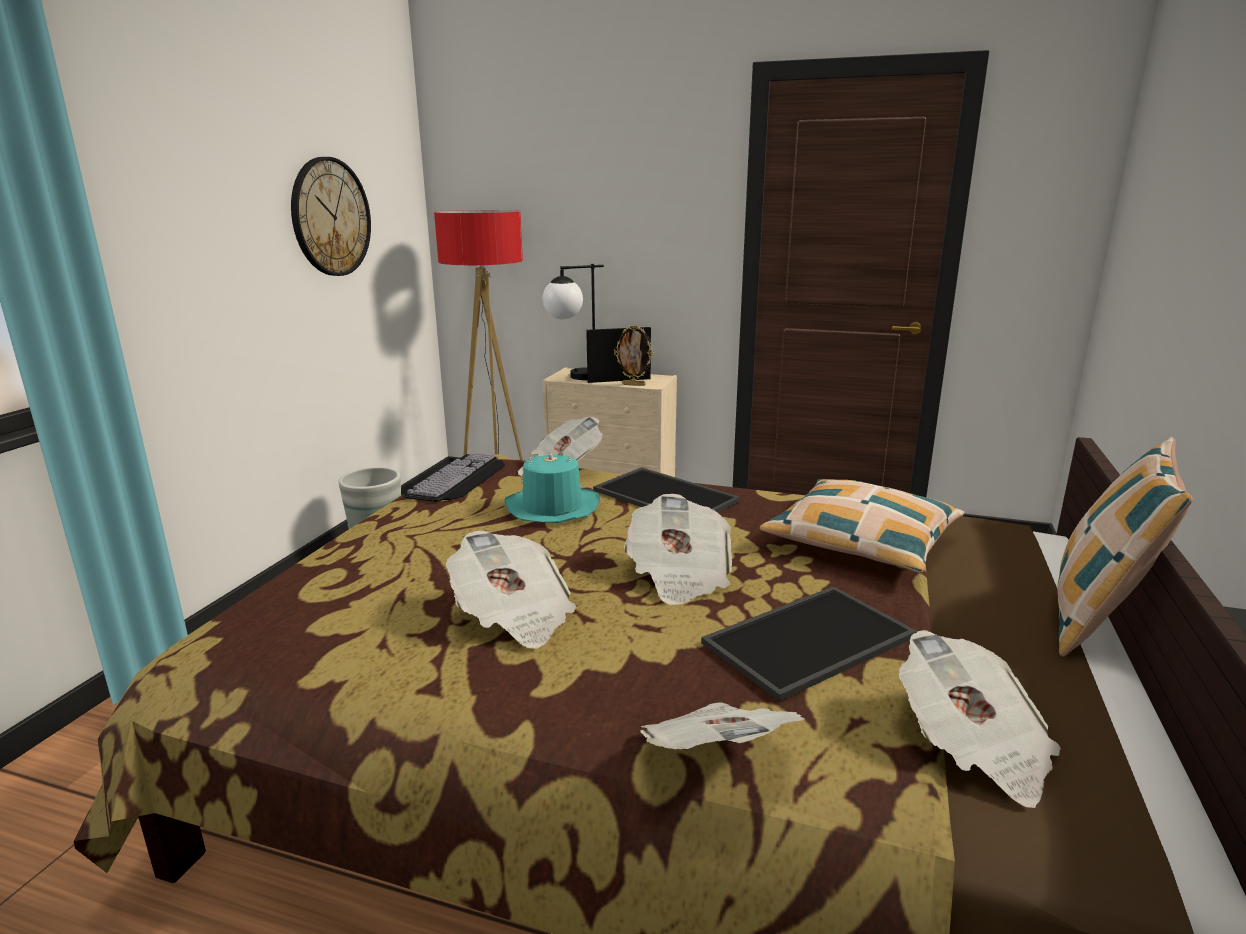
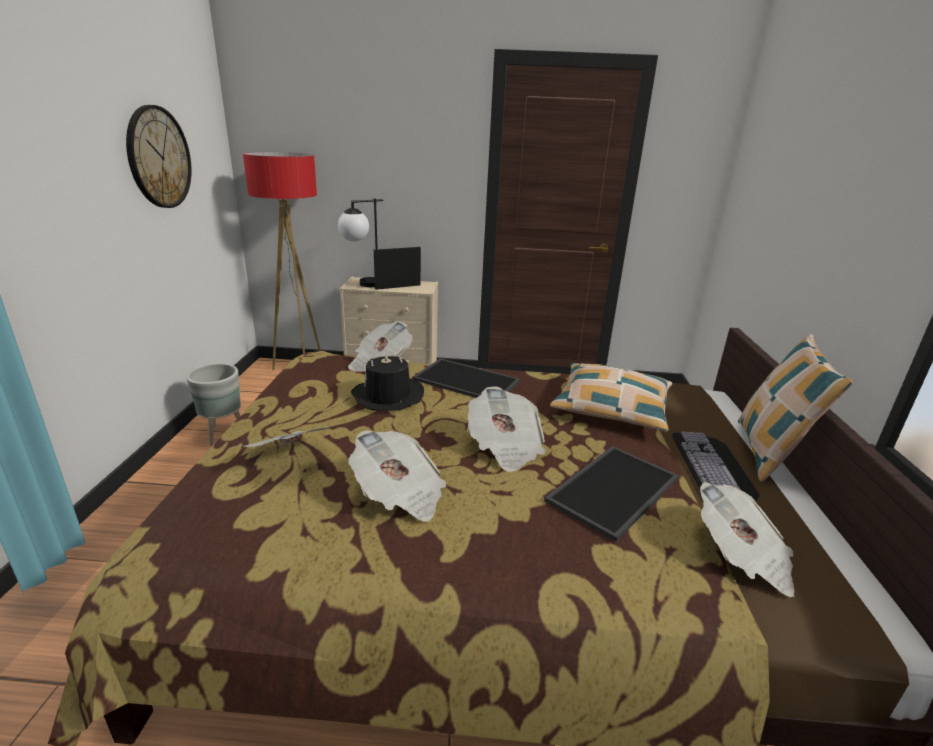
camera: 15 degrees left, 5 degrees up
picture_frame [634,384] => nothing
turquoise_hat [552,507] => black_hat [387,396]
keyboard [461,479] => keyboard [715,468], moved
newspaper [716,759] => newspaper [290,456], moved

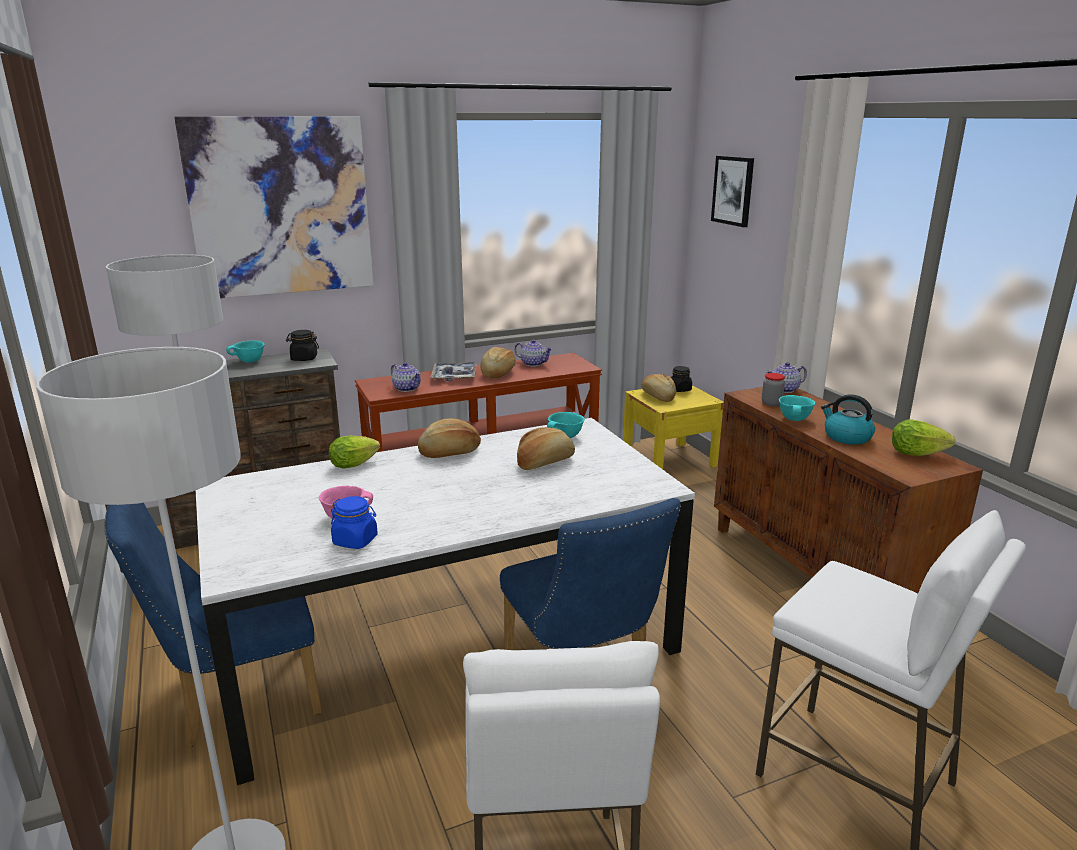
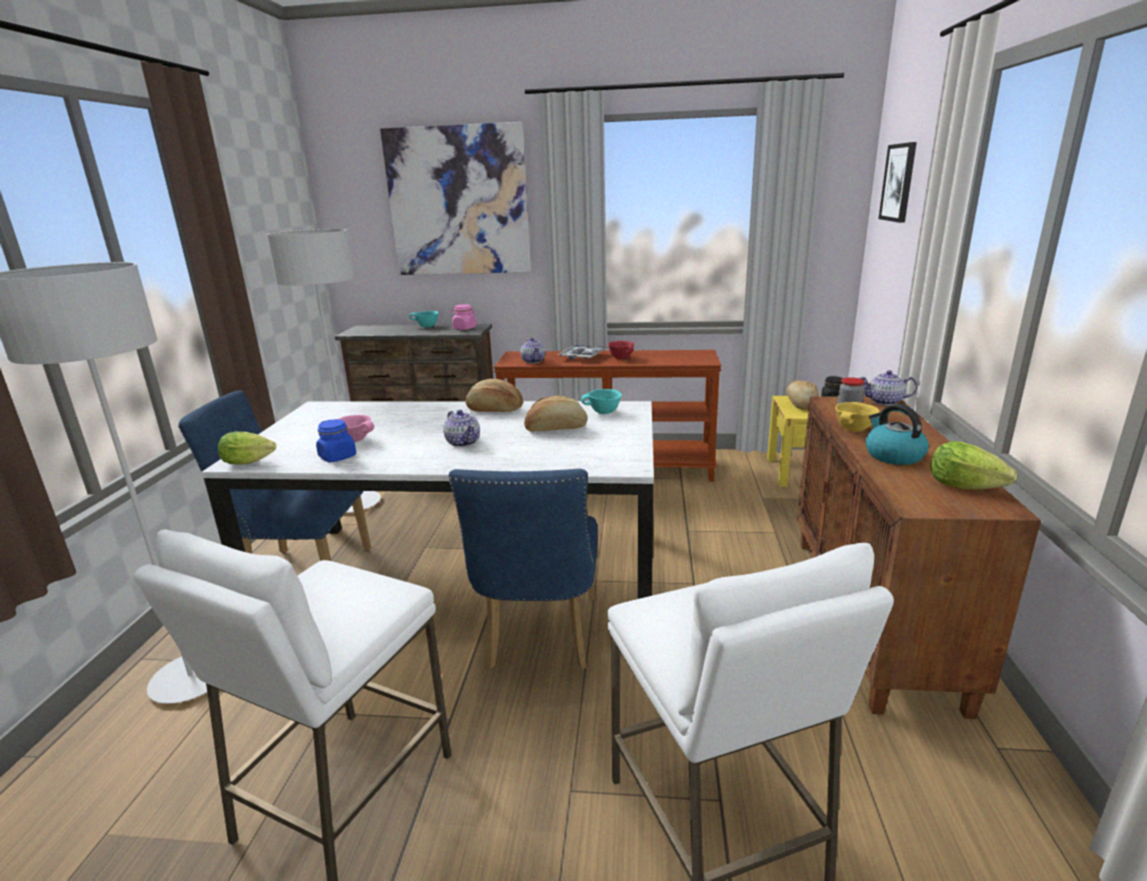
camera: 30 degrees right, 0 degrees up
black_jar [304,358] => pink_jar [464,328]
teapot [533,363] => teapot [463,442], moved
bread [497,373] => red_bowl [622,358]
turquoise_bowl [795,419] => yellow_bowl [854,430]
lettuce [356,464] => lettuce [251,462], moved

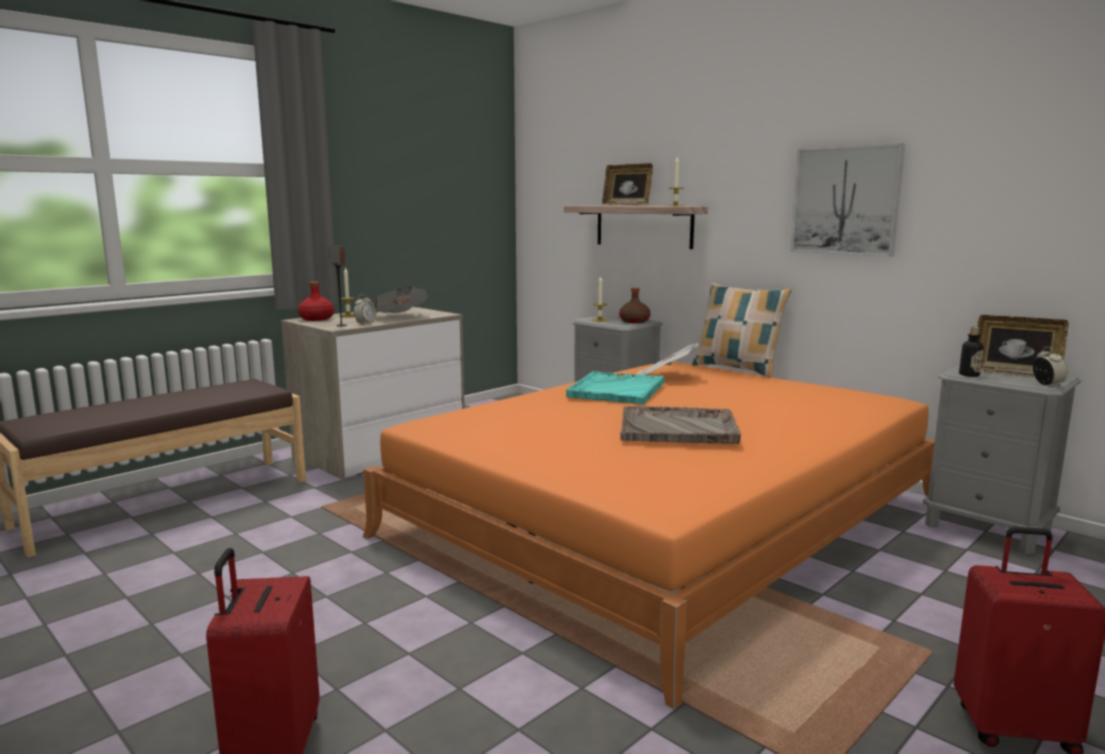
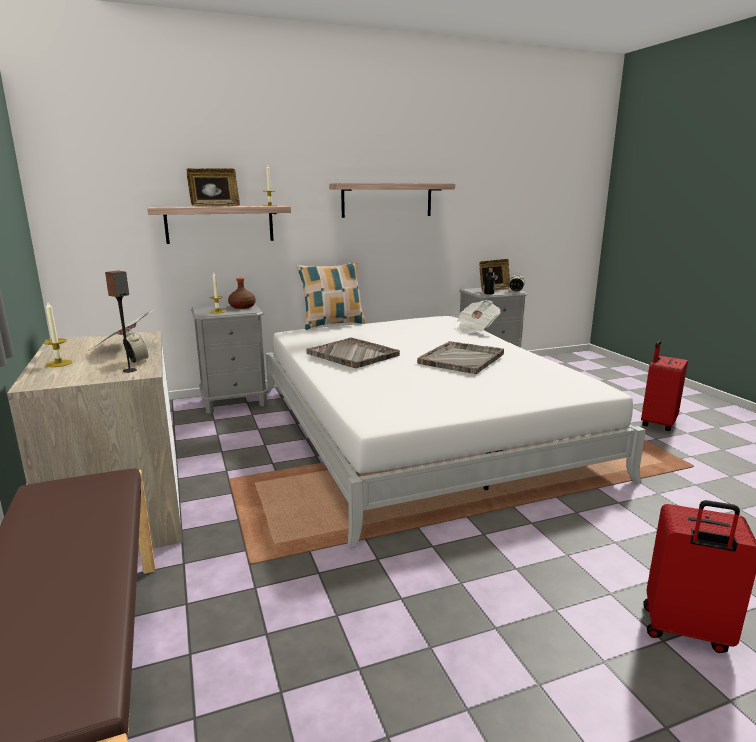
camera: 65 degrees left, 5 degrees up
picture [846,200] => shelf [387,200]
red_bottle [316,319] => nothing
newspaper [665,376] => newspaper [475,328], moved
orange_bed [665,519] => white_bed [418,428]
turquoise_tray [616,390] => grey_tray [353,355]

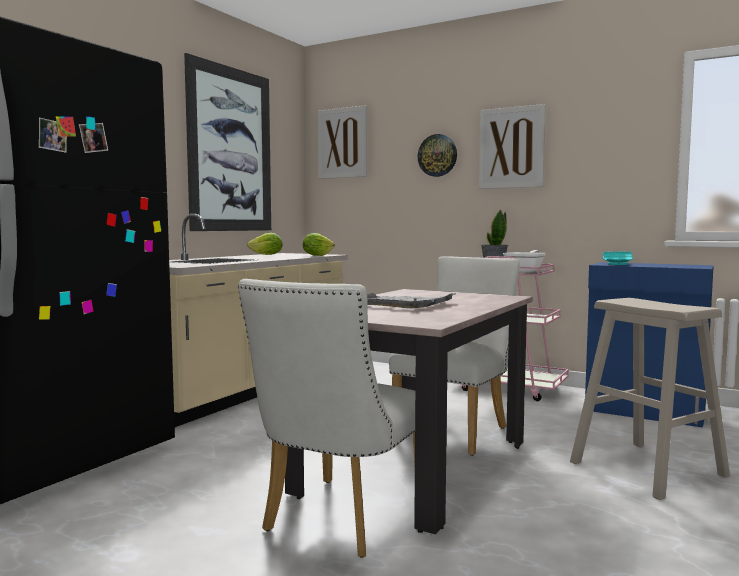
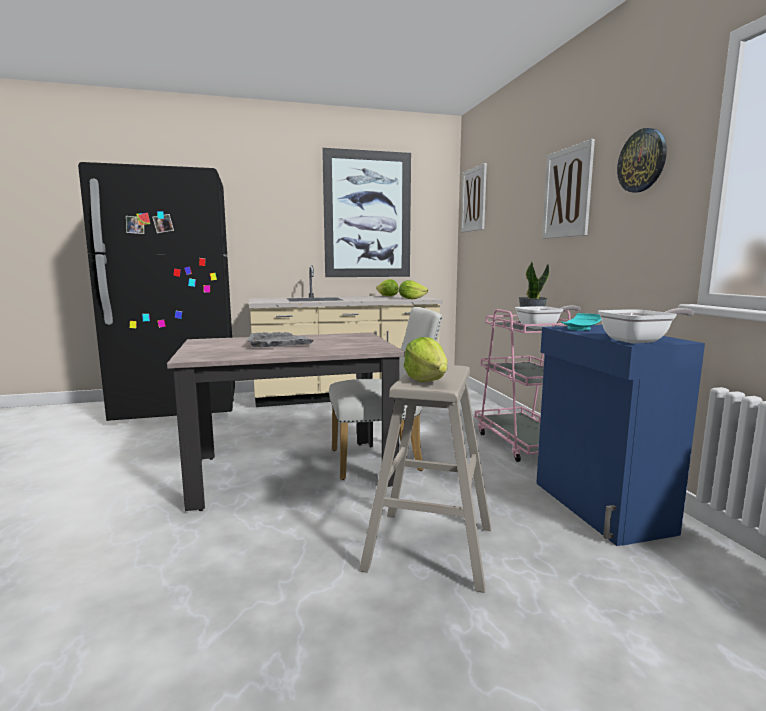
camera: 45 degrees right, 5 degrees up
wall_clock [437,155] => wall_clock [642,161], moved
white_chair [338,521] => nothing
nothing => frying_pan [640,341]
nothing => lettuce [426,380]

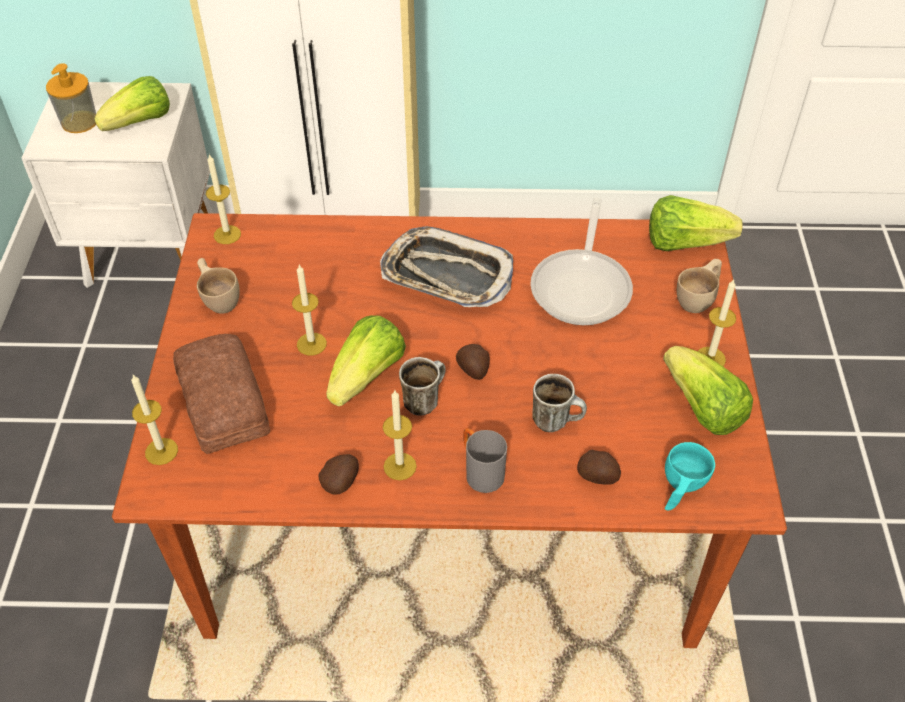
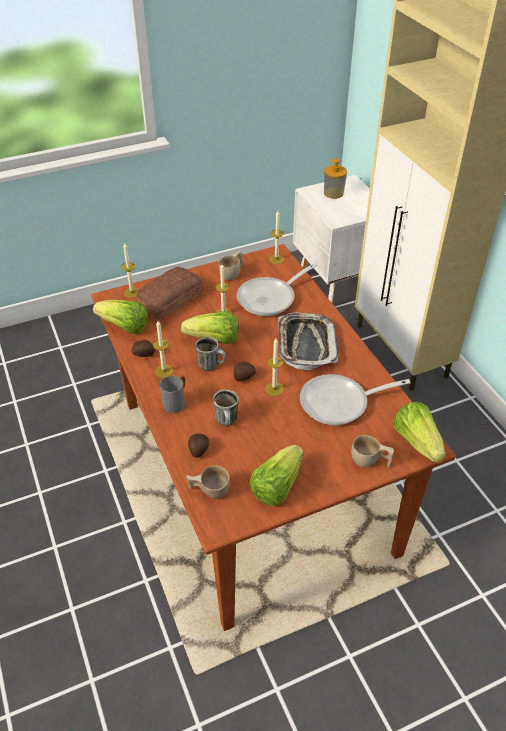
camera: 65 degrees right, 5 degrees down
lettuce [140,123] => lettuce [124,327], moved
candle [710,358] => candle [274,389], moved
turquoise_cup [680,488] => beige_cup [209,490]
nothing => frying_pan [270,298]

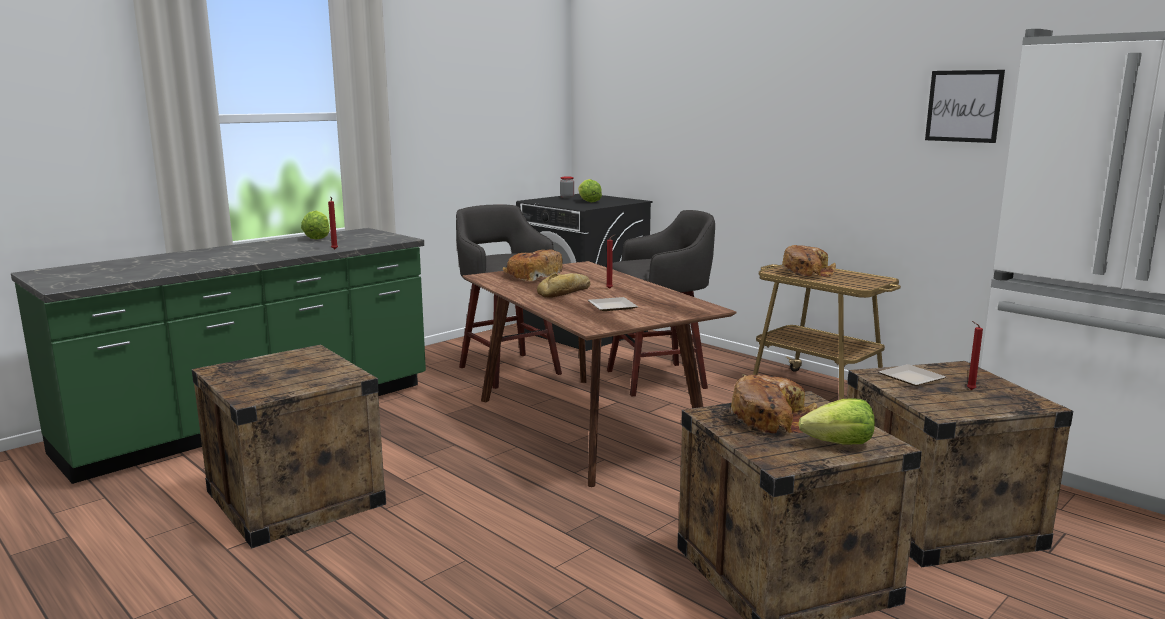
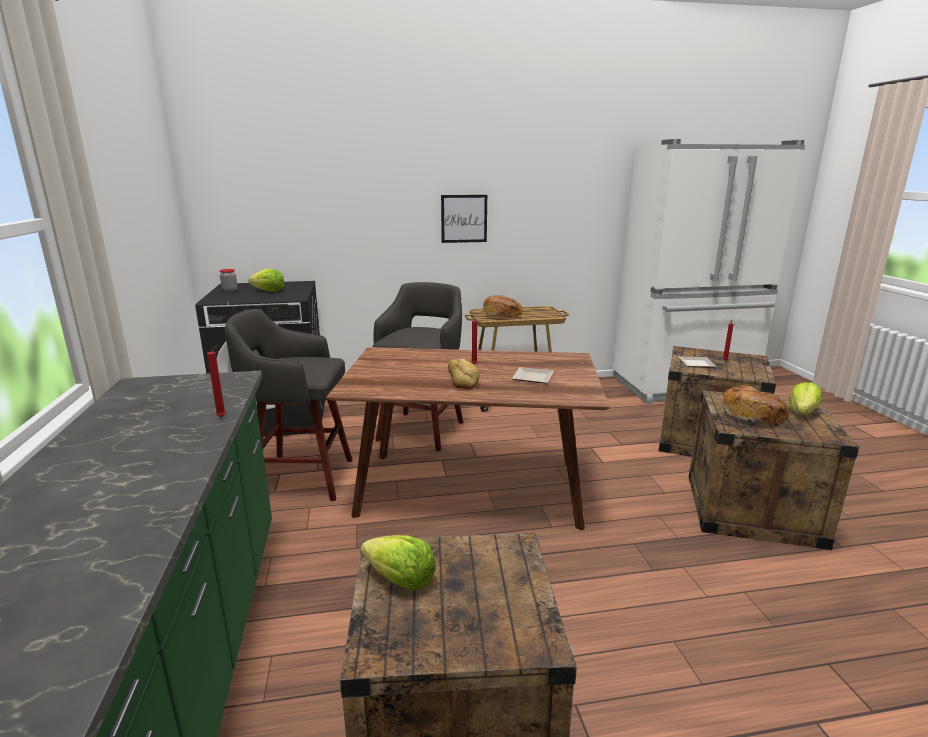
camera: 55 degrees left, 5 degrees up
picture [963,106] => picture [464,218], moved
lettuce [317,238] => lettuce [400,580], moved
bread [534,276] => nothing

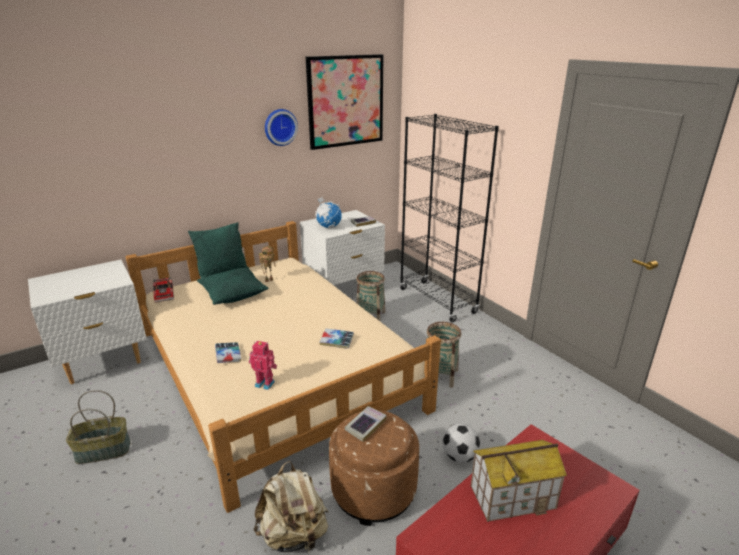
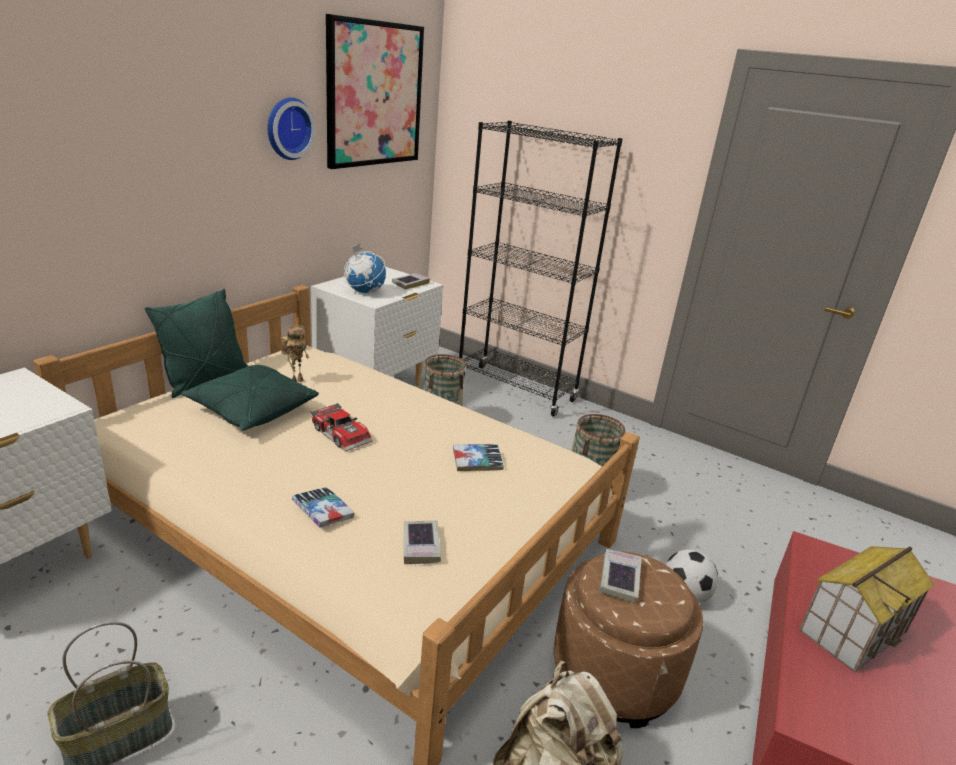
camera: 25 degrees left, 0 degrees up
toy_car [165,293] => toy_car [342,433], moved
toy_robot [265,383] => book [421,545]

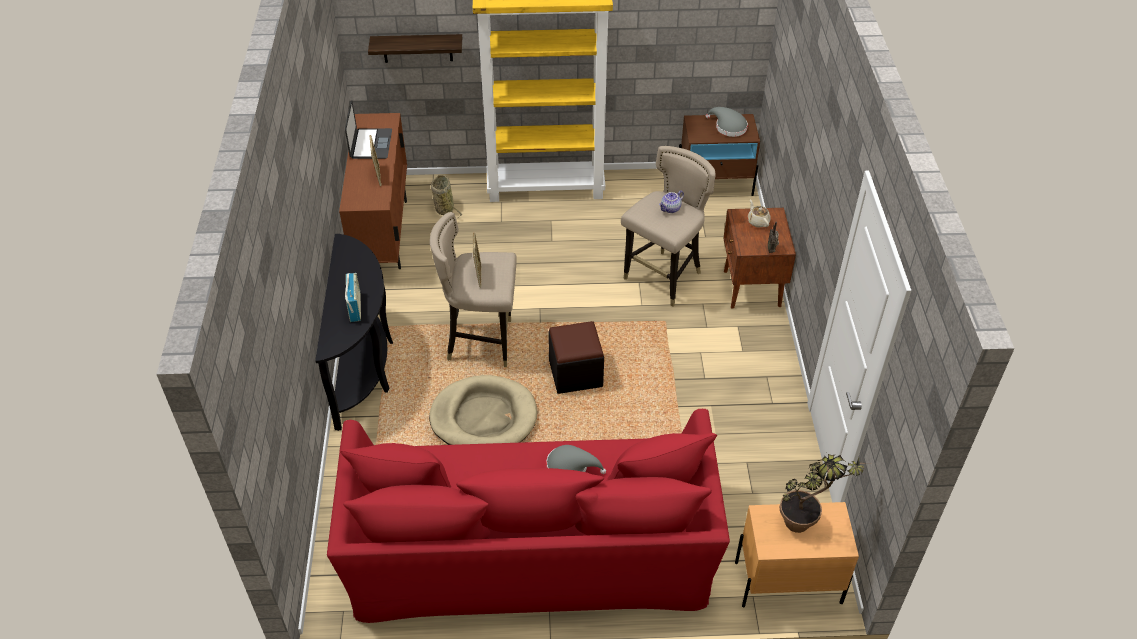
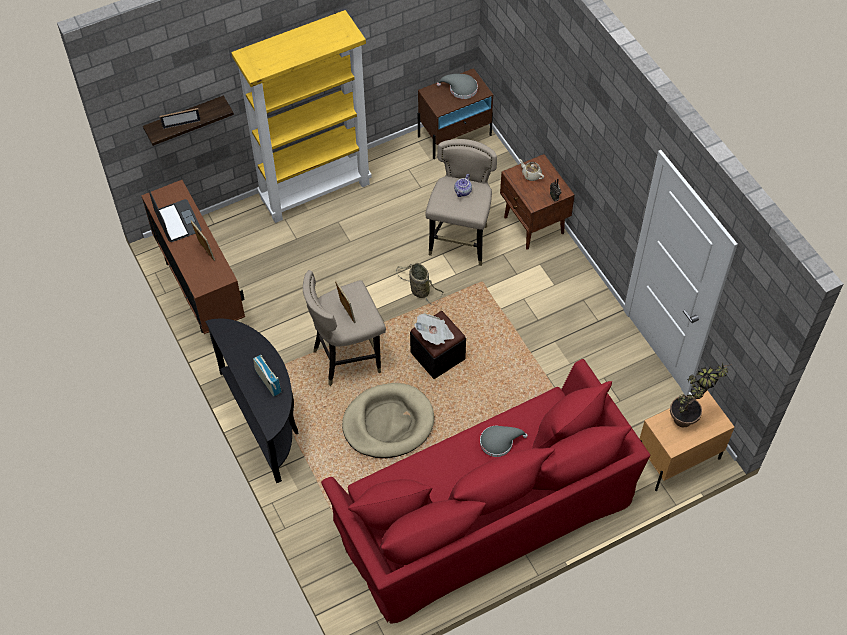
camera: 25 degrees left, 10 degrees up
basket [444,208] => basket [418,290], moved
nothing => picture_frame [181,124]
nothing => newspaper [434,335]

